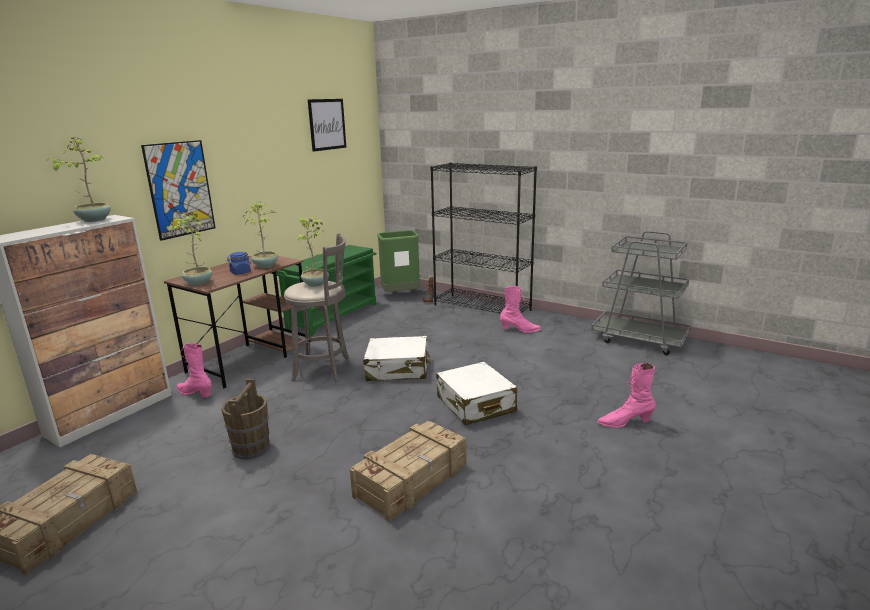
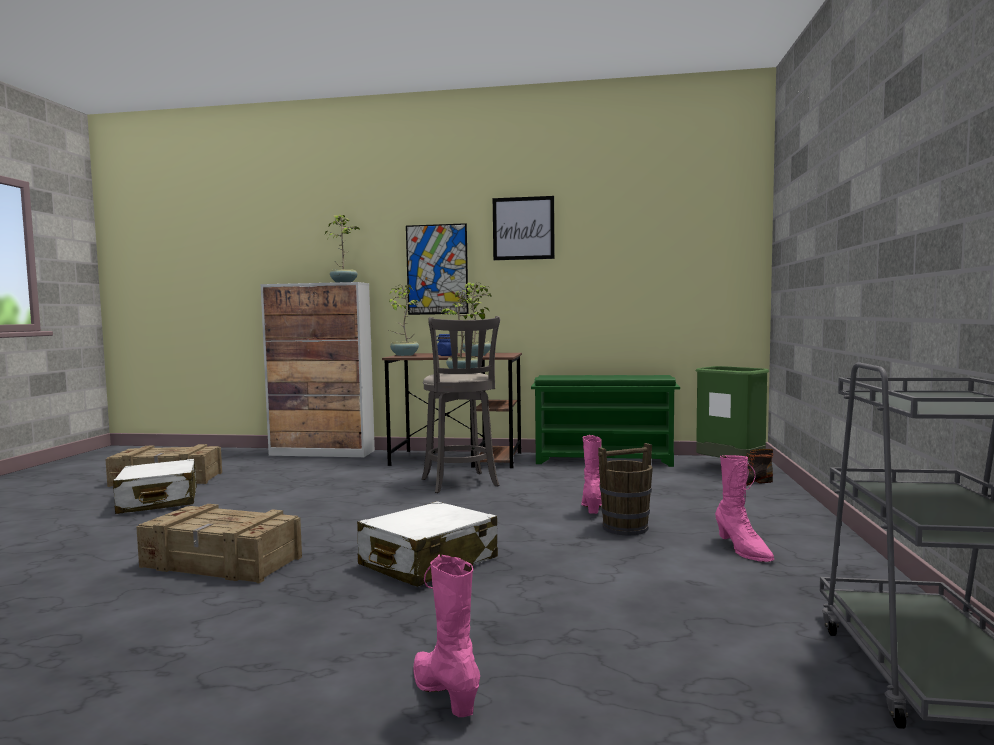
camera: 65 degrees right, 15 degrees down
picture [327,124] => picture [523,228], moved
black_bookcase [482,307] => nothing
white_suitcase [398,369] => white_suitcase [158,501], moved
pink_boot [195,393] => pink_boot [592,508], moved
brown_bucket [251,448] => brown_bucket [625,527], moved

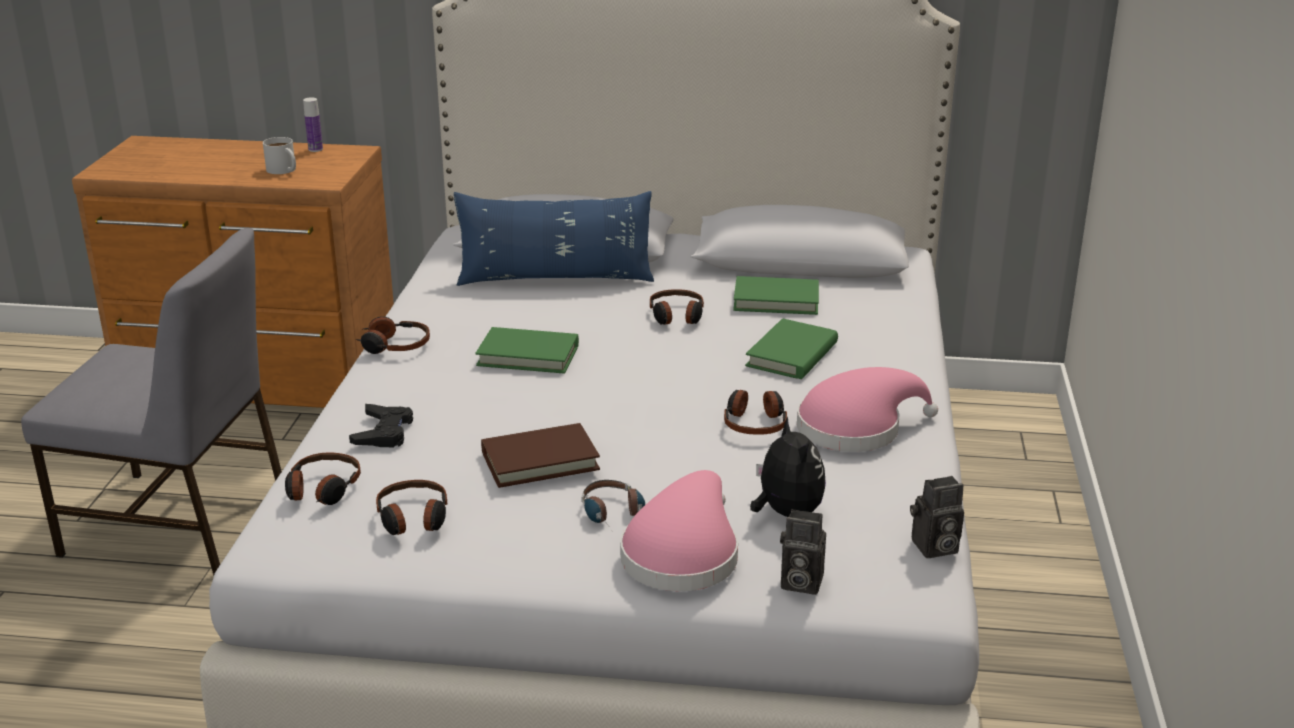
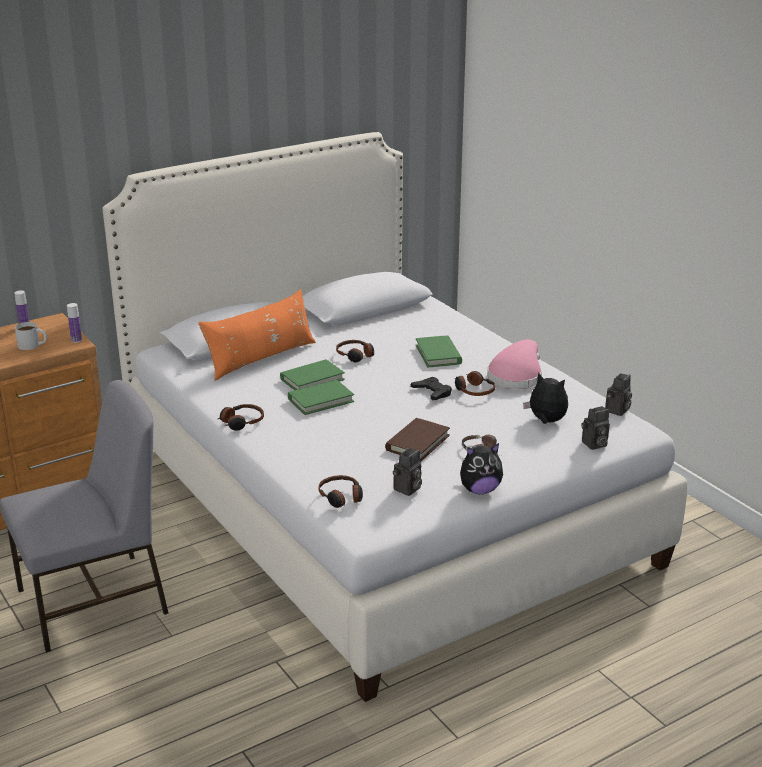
camera: 40 degrees left, 0 degrees up
blue_pillow [555,278] => orange_pillow [261,358]
green_book [776,300] => green_book [312,379], moved
black_game_controller [383,432] => black_game_controller [432,392], moved
pink_hat [682,554] => nothing
headphones [413,518] => photo_camera [407,490]
nothing => bottle [76,340]
nothing => plush_toy [480,490]

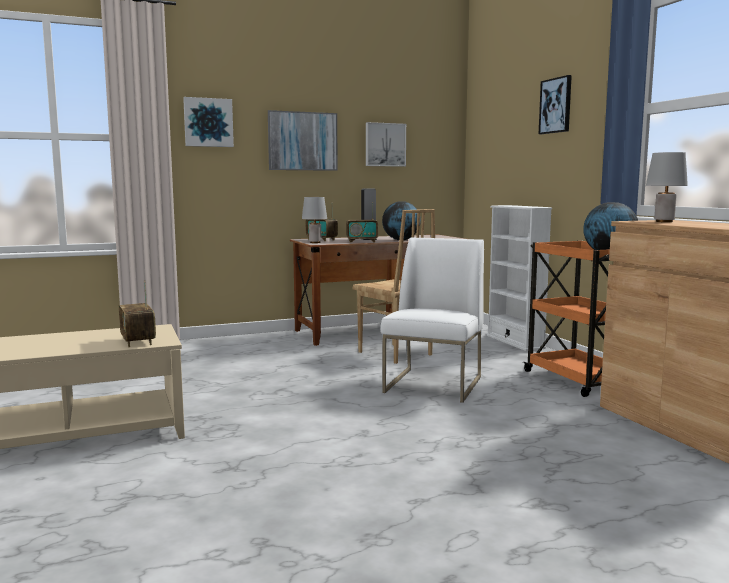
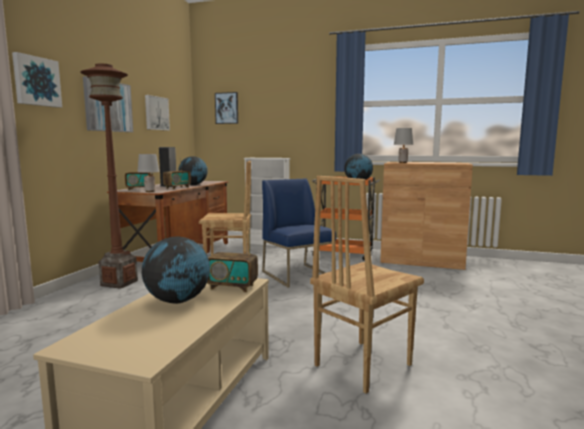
camera: 50 degrees left, 0 degrees up
picture [556,105] => picture [227,108], moved
white_chair [434,385] => blue_chair [298,275]
nothing => brown_floor_lamp [119,283]
nothing => brown_chair [361,364]
nothing => globe [178,301]

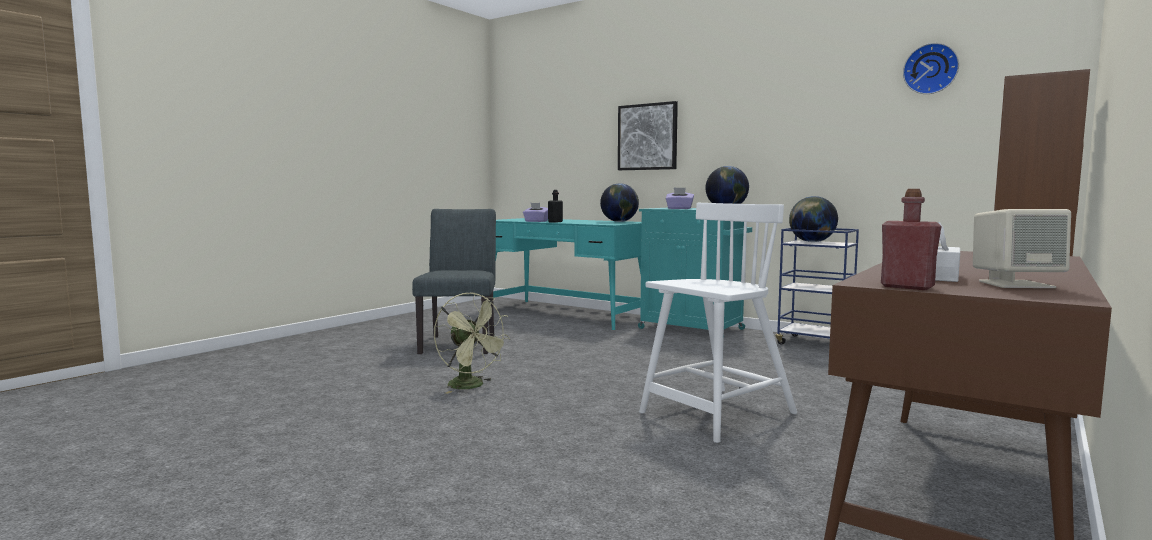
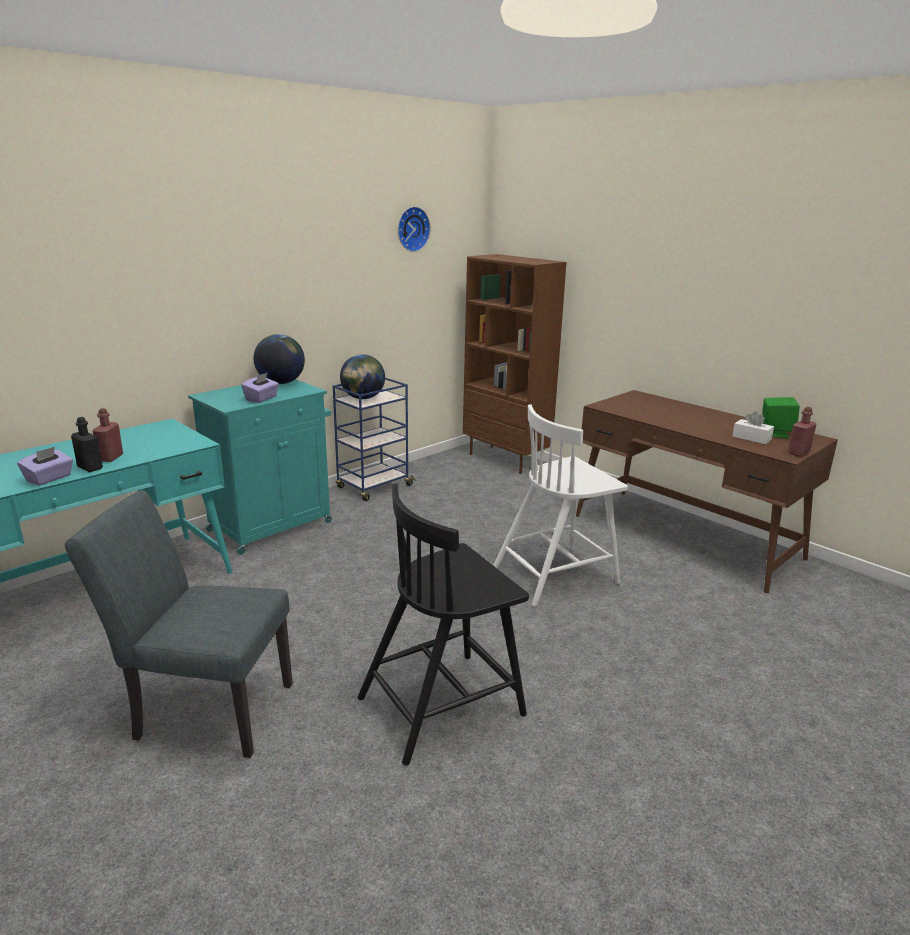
camera: 80 degrees left, 15 degrees up
picture [647,137] => nothing
globe [619,221] => nothing
white_chair [716,414] => white_chair [556,574], 90 degrees counterclockwise
beige_speaker [1015,284] => green_speaker [775,433]
green_fan [471,386] => black_chair [443,704]
nothing => red_bottle [111,458]

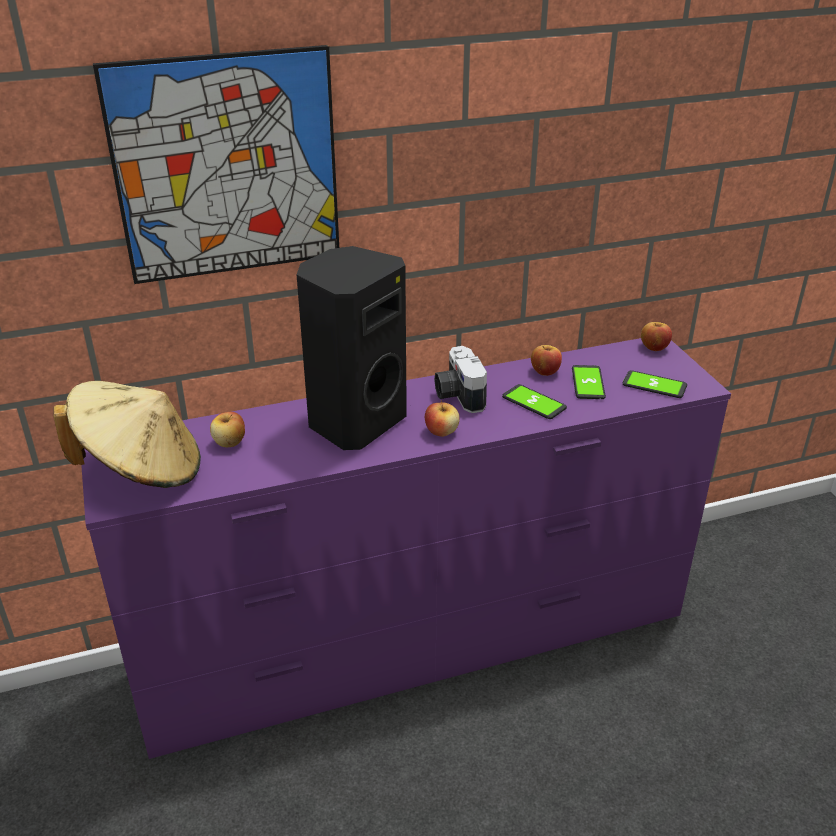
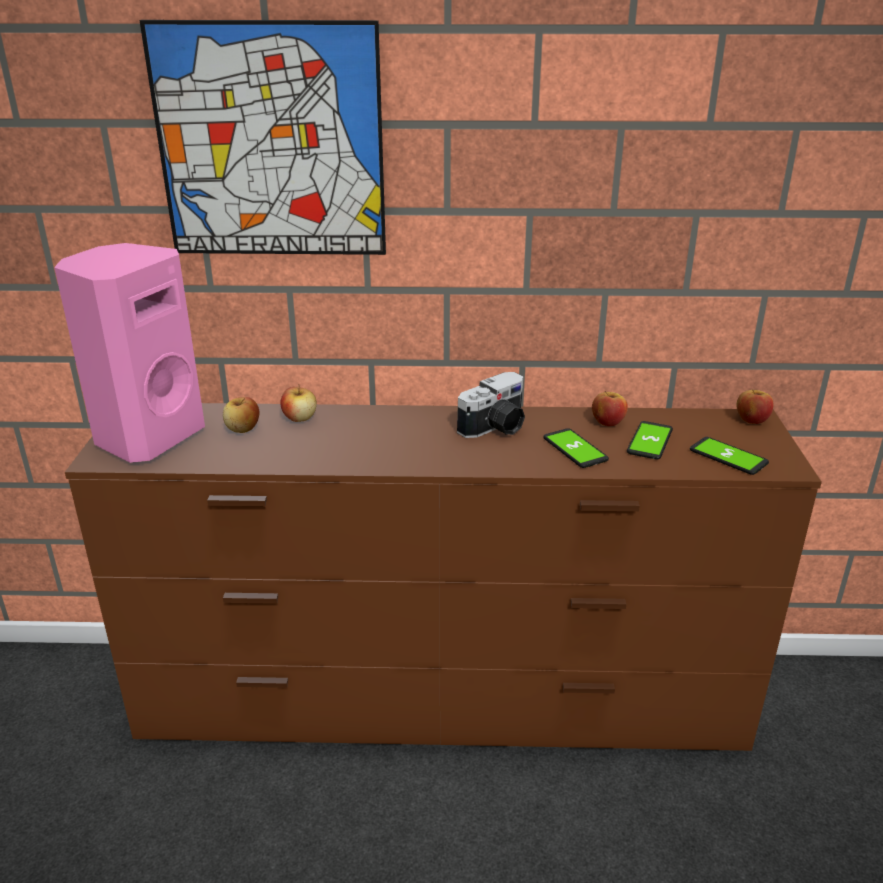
camera: 20 degrees right, 5 degrees down
black_speaker [354,422] => nothing
purple_dresser [418,644] => brown_dresser [442,702]
photo_camera [457,395] => photo_camera [496,428], 135 degrees counterclockwise
beige_hat [141,470] => pink_speaker [147,437]
apple [441,432] => apple [300,418], moved

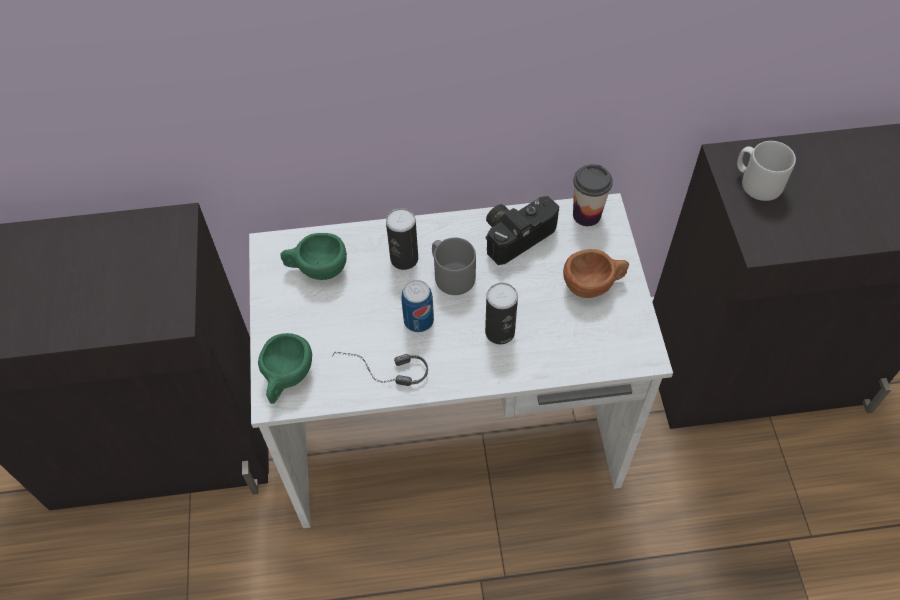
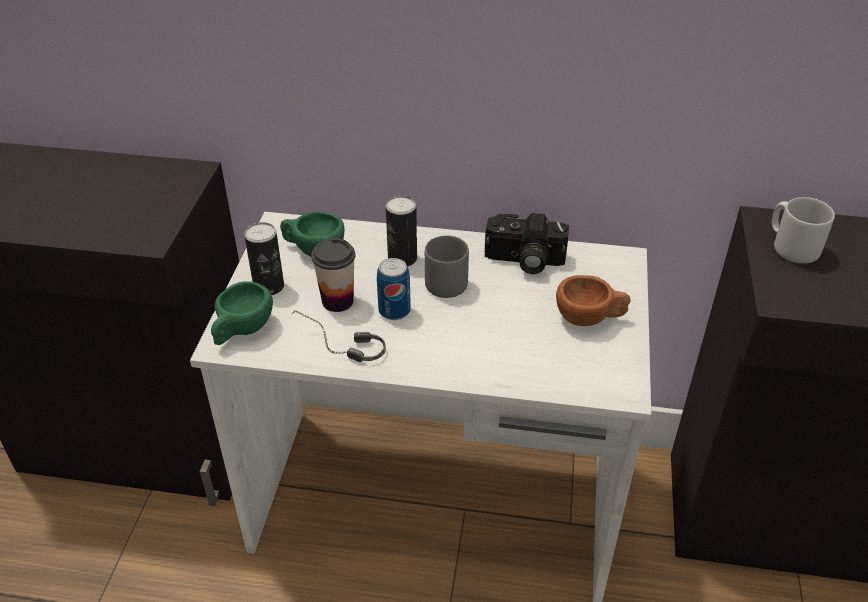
camera: 15 degrees right, 15 degrees down
cup [586,215] => cup [337,301], moved
photo_camera [516,234] => photo_camera [524,260], 150 degrees counterclockwise
can [500,332] => can [269,286], moved

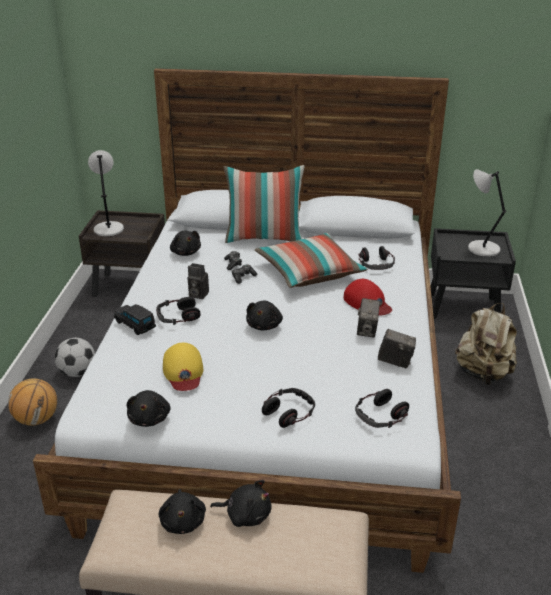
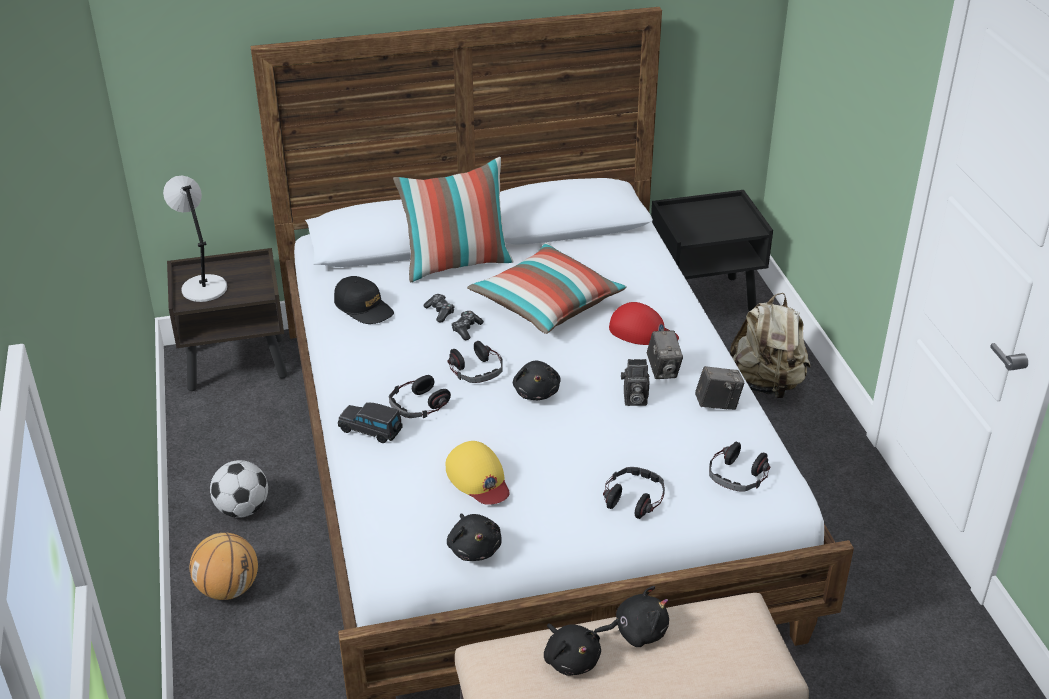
camera: 20 degrees left, 5 degrees up
grey_table_lamp [481,248] => nothing
black_plush_toy [185,252] => black_cap [364,308]
headphones [376,264] => headphones [476,370], moved
photo_camera [197,294] => photo_camera [633,400], moved

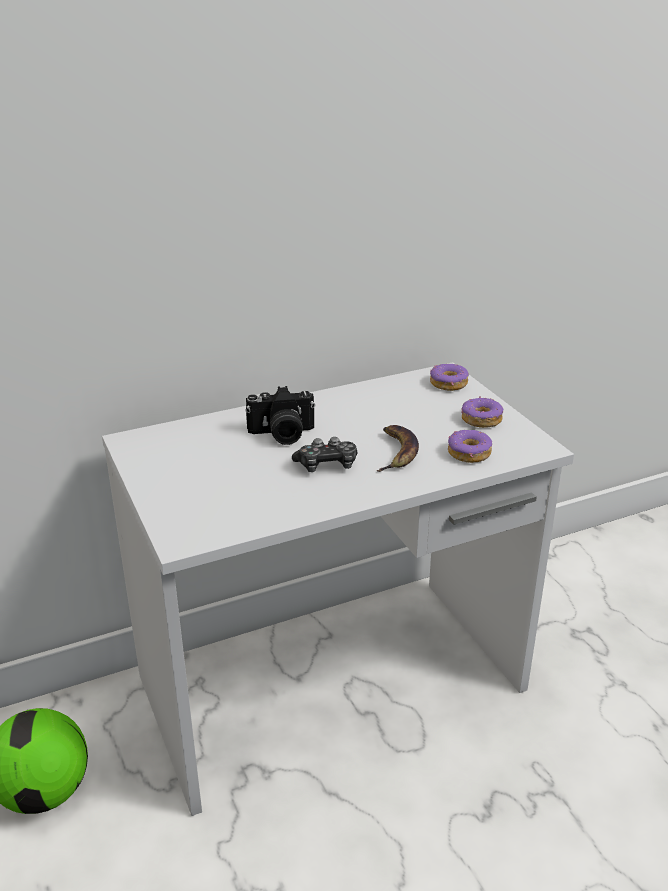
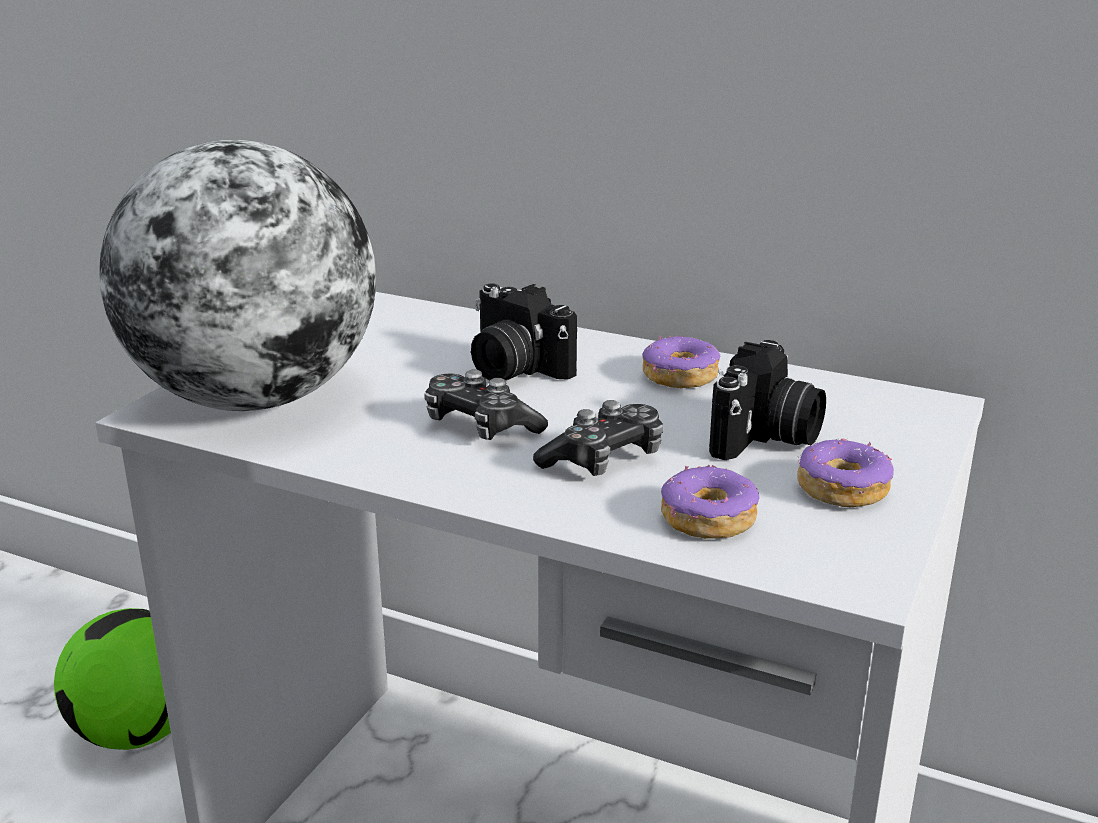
camera: 50 degrees right, 5 degrees down
donut [448,384] => donut [679,376], moved
banana [396,452] => game_controller [604,459]
nothing => globe [256,398]
nothing => photo_camera [766,438]

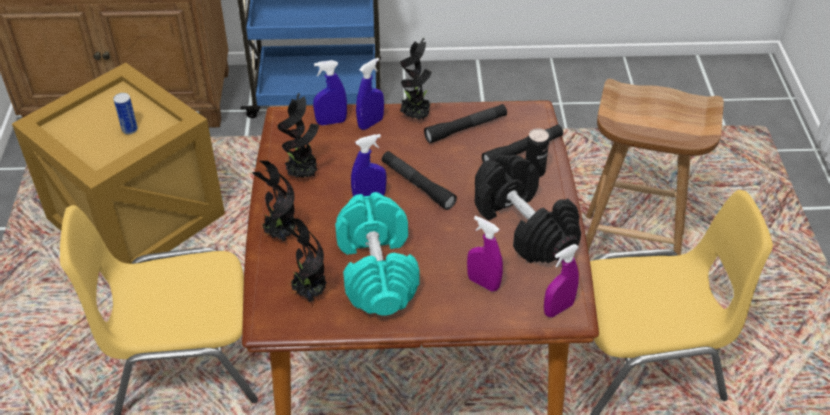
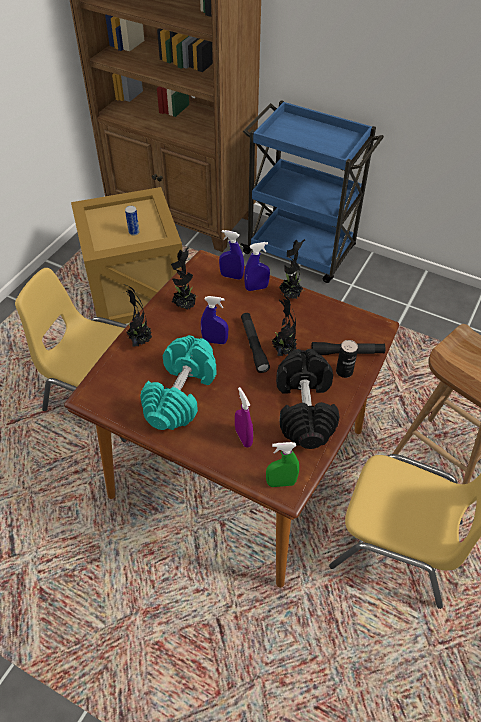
camera: 30 degrees right, 5 degrees up
black_flashlight [466,128] => nothing
potted_plant [308,293] => potted_plant [282,350], moved
purple_spray_bottle [558,309] => green_spray_bottle [281,483]

